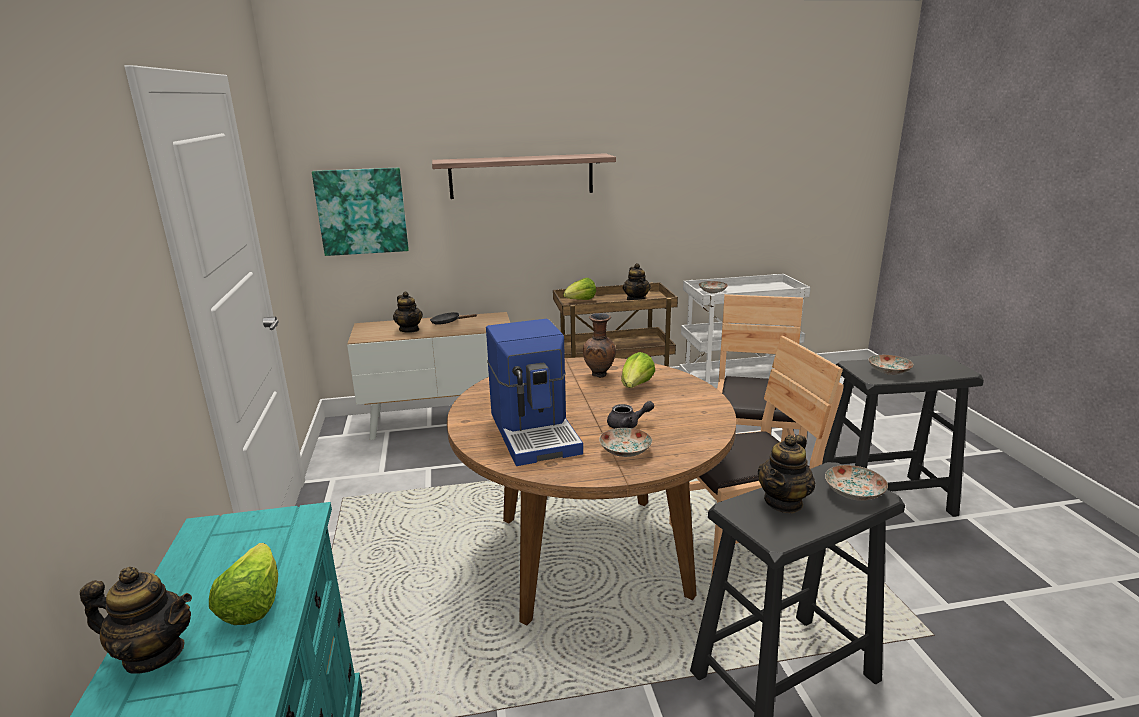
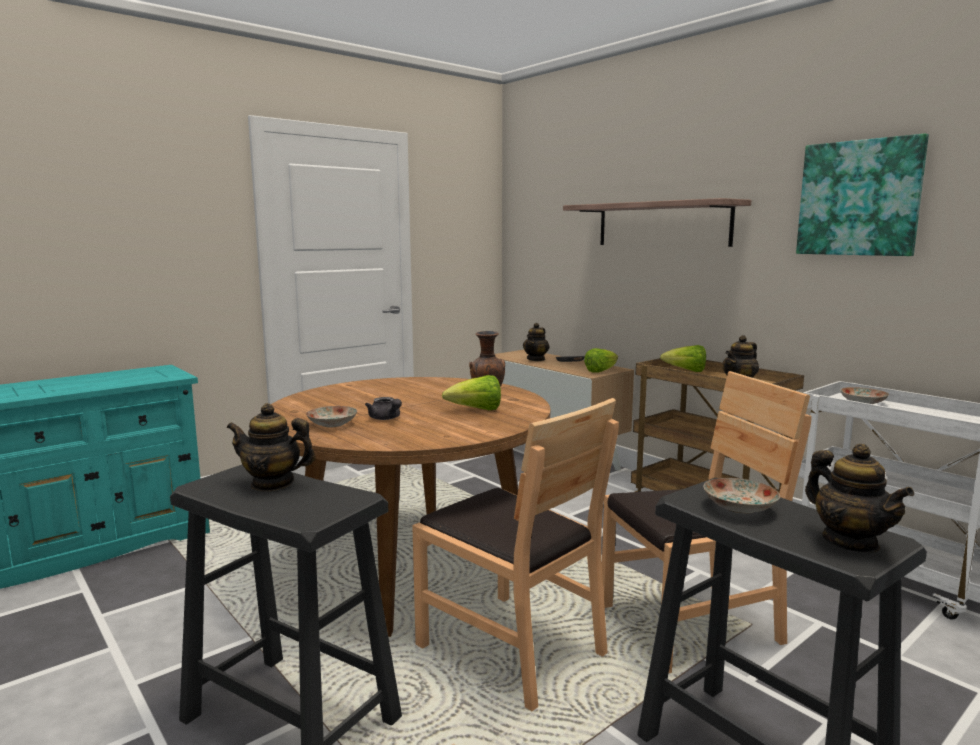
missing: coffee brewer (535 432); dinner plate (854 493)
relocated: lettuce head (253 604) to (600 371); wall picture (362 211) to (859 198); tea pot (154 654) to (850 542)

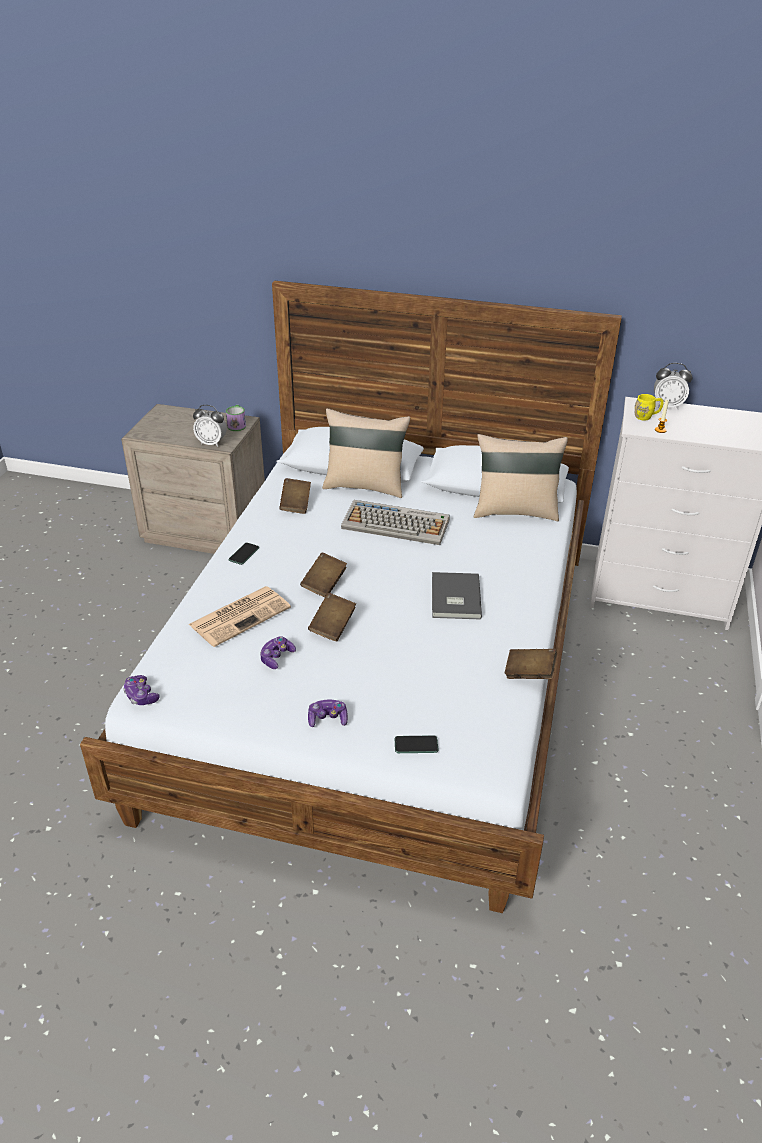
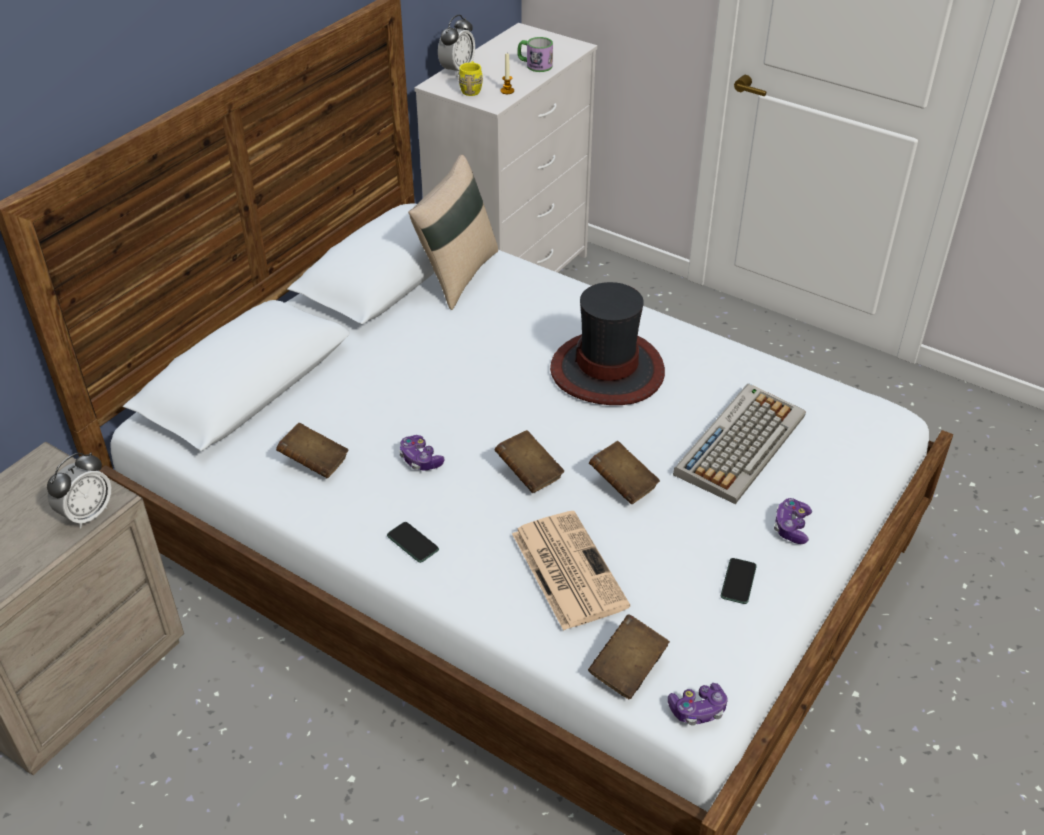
missing: sand-coloured pillow (365 486)
relocated: game controller (276 657) to (420 460); tea mug (237 425) to (534 65); brownish volume (529 673) to (628 668); keyboard (397 524) to (740 443); handset (416 745) to (738 581)
exchanged: gray volume (454 598) to hat (608 370)

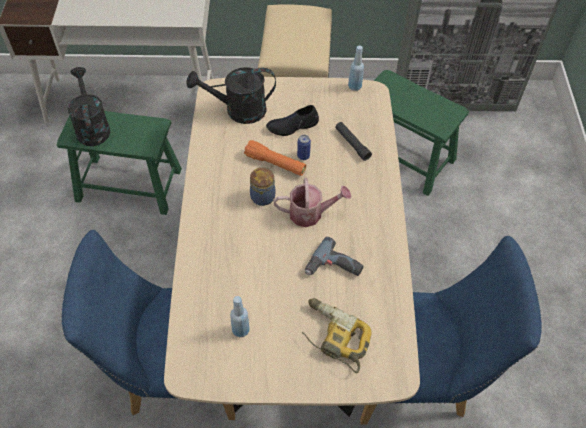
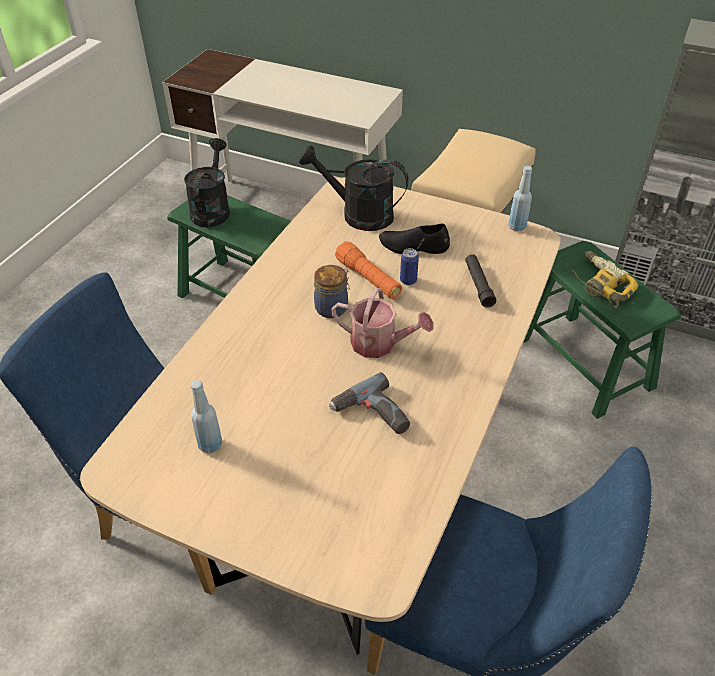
relocated: electric drill (333 337) to (599 285)

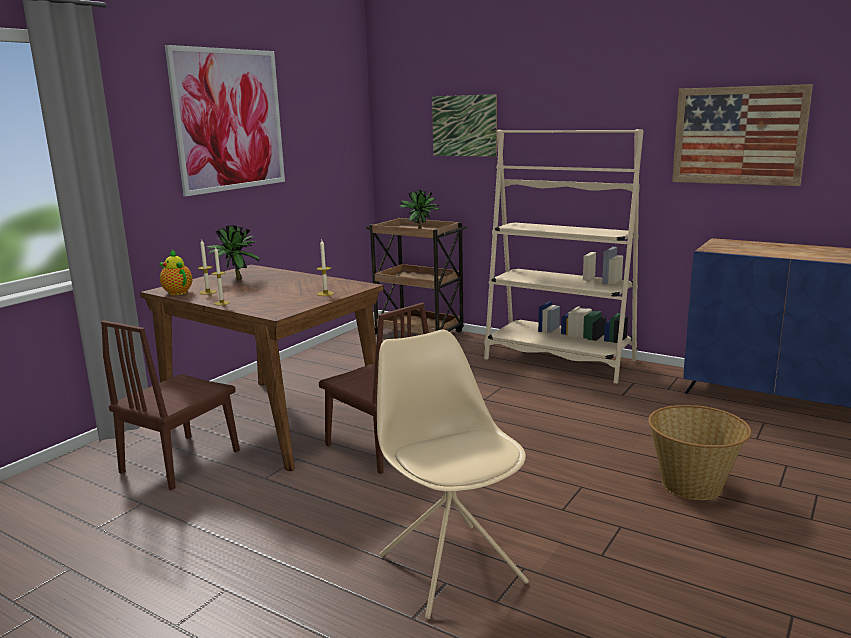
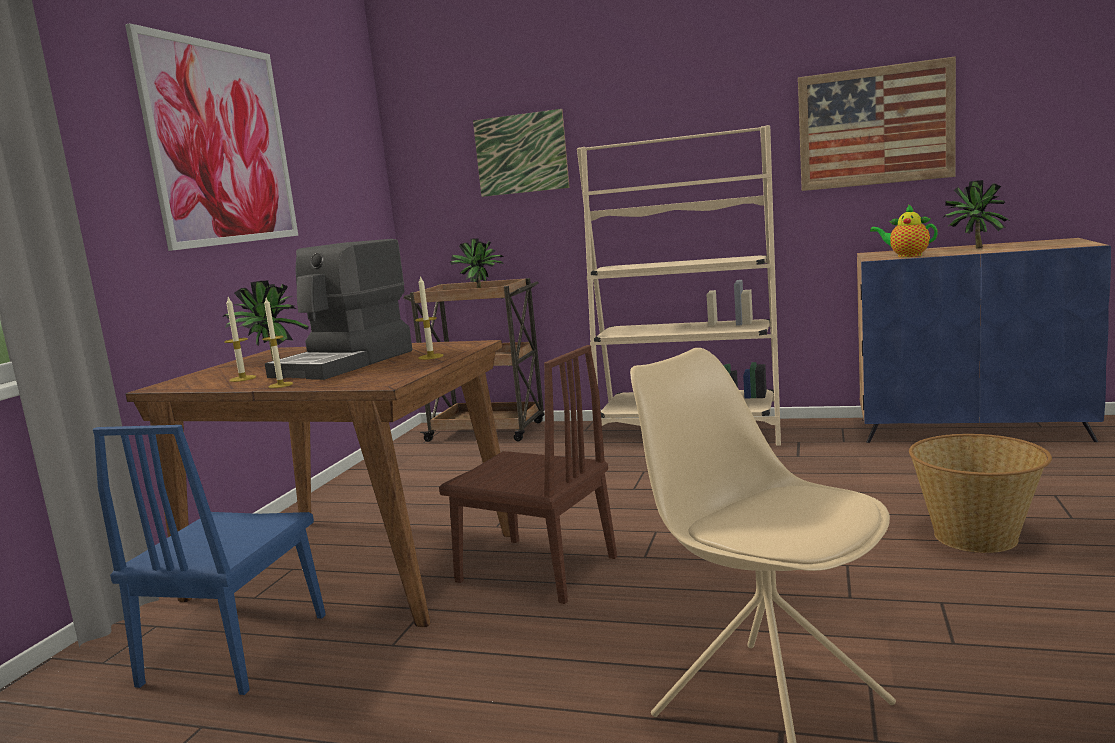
appeared: coffee brewer (346 363); plant in a pot (973 248)
relocated: tea pot (176 292) to (906 256)
colour: brownish upright chair (181 461) to bluish upright chair (236 648)

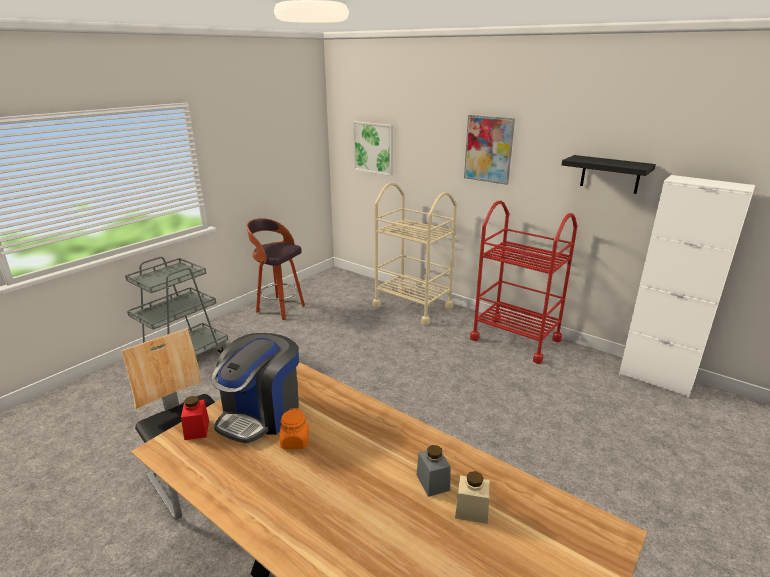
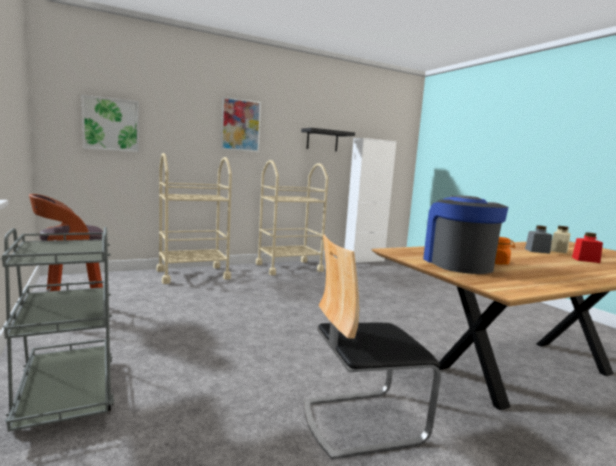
relocated: red preserve jar (197 430) to (585 260)
colour: red trolley (515 339) to sand-coloured trolley (289 267)
spun: coffee brewer (261 413) = (457 263) 150 degrees counterclockwise

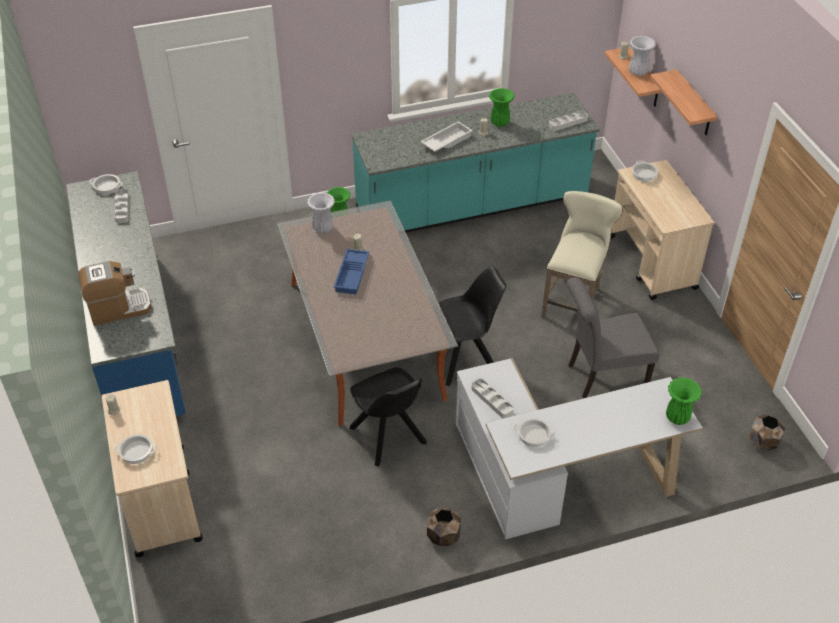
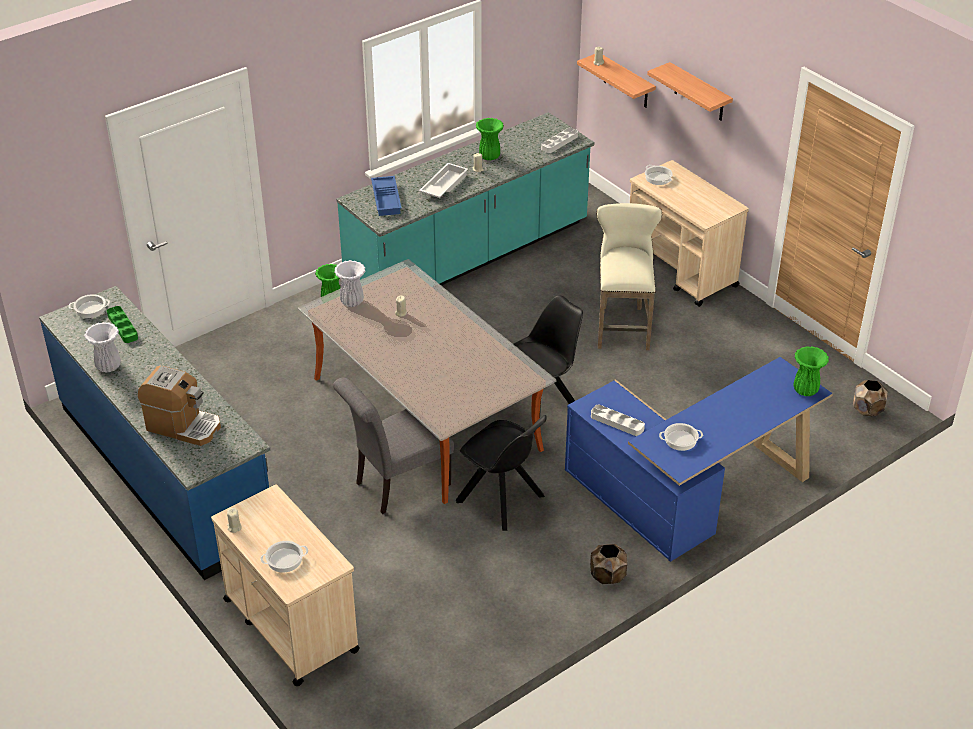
relocated: whitish vase (638 72) to (108 366); gray upright chair (602 376) to (397 485); bluish tray (352 275) to (387 199)
colour: gray tray (122 208) to green-coloured tray (122 327); whitish desk table (556 477) to bluish desk table (689 493)
spun: coffee brewer (119 308) = (183 426) 60 degrees clockwise

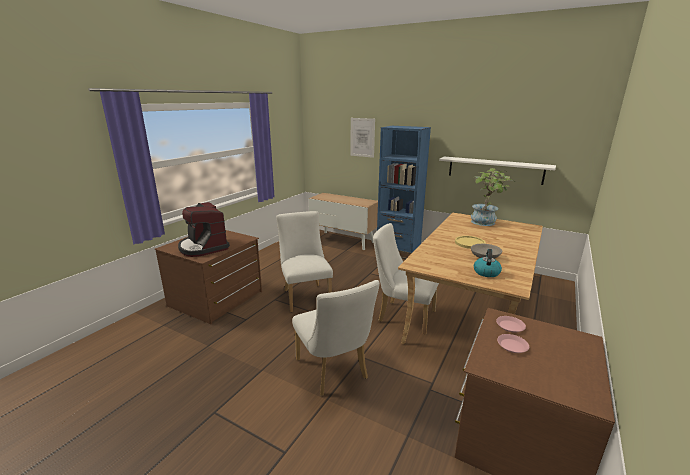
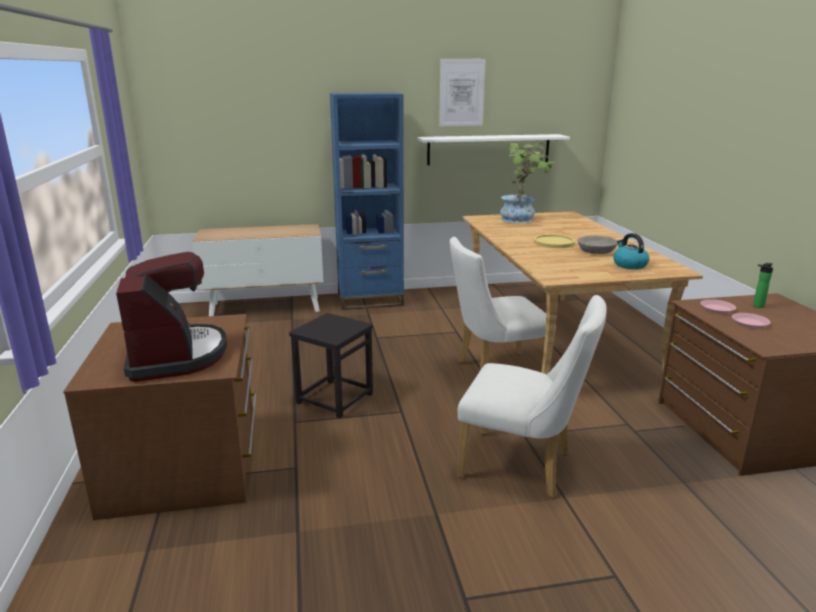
appeared: bottle (757 306)
relocated: wall picture (362 137) to (461 92)
exchanged: whitish upright chair (305 295) to blackish sitting stool (334 398)
spun: coffee brewer (203 247) = (176 356) 120 degrees counterclockwise

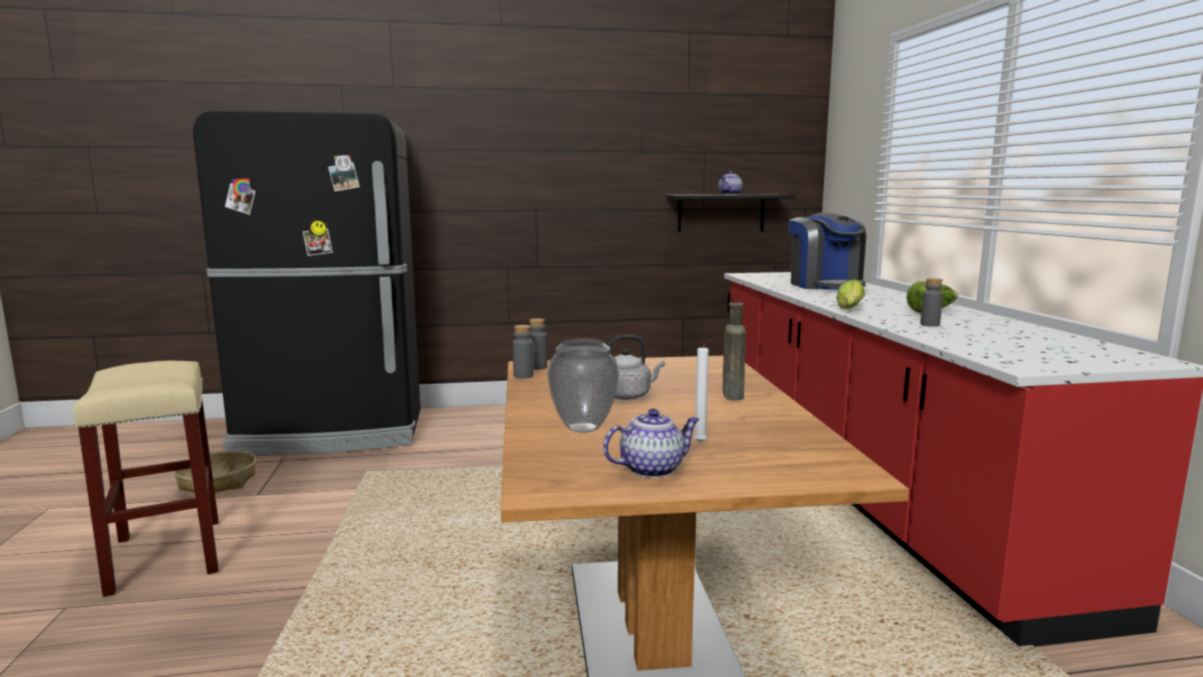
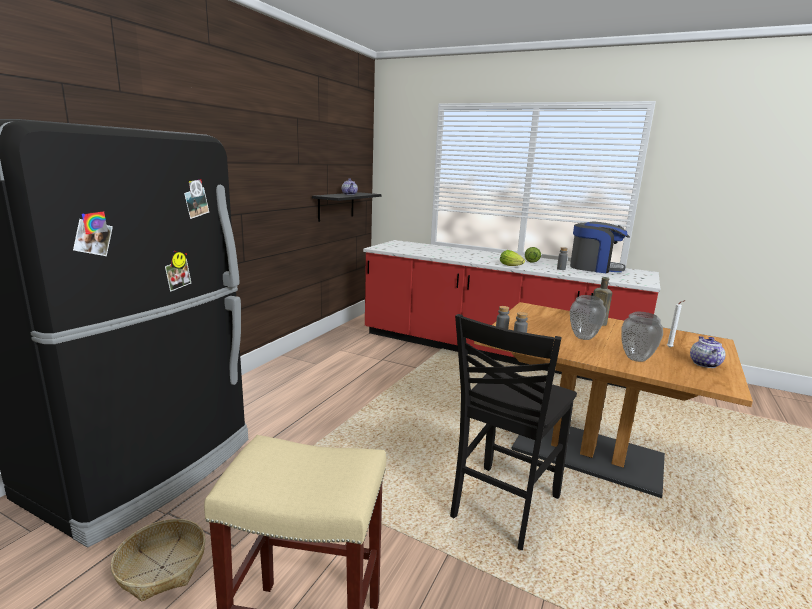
appeared: blackish upright chair (502 507)
relocated: coffee brewer (825 285) to (595 268)
exchanged: gray water kettle (628 396) to vase (583 337)

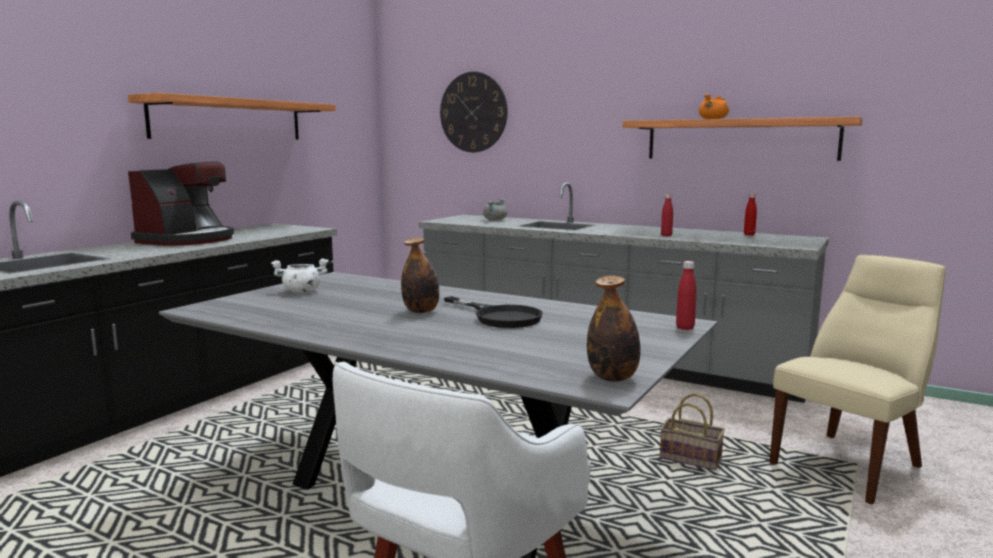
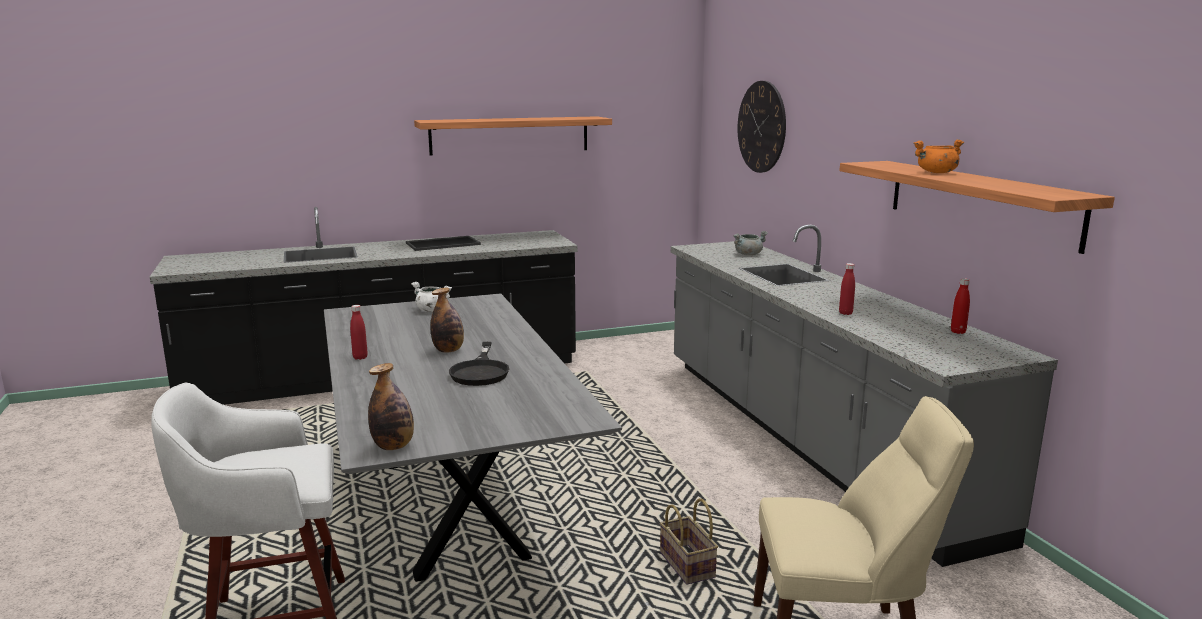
relocated: red bottle (685 328) to (360 357)
exchanged: coffee brewer (187 240) to tray (443 243)

